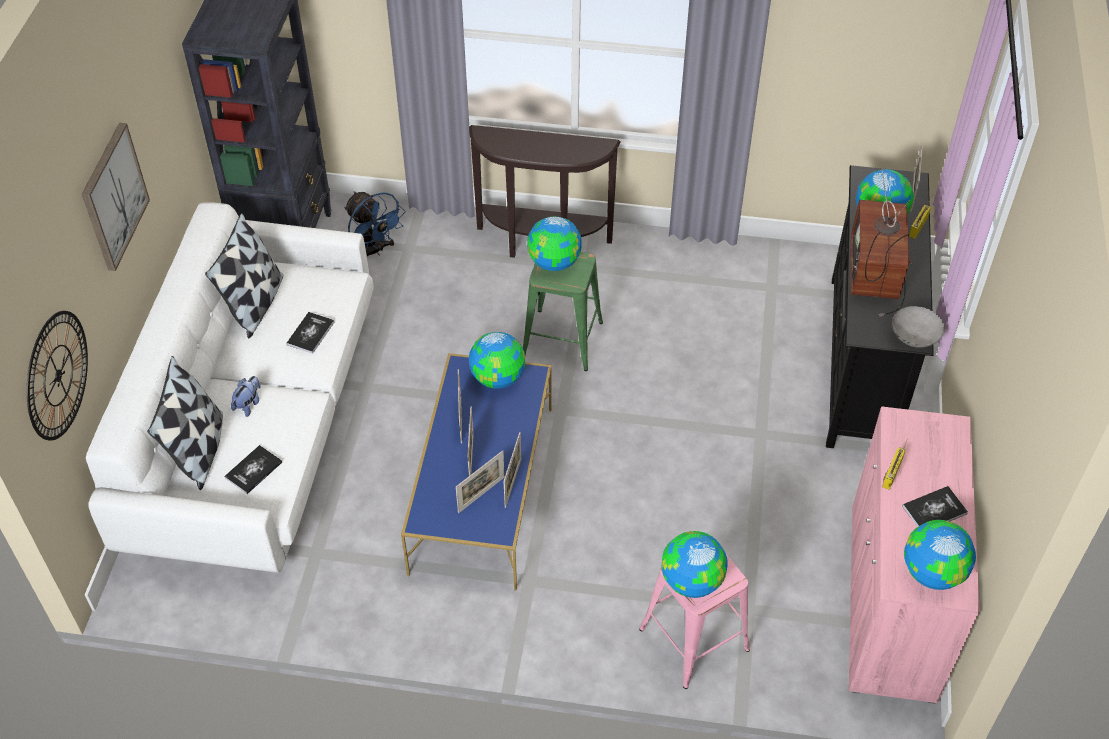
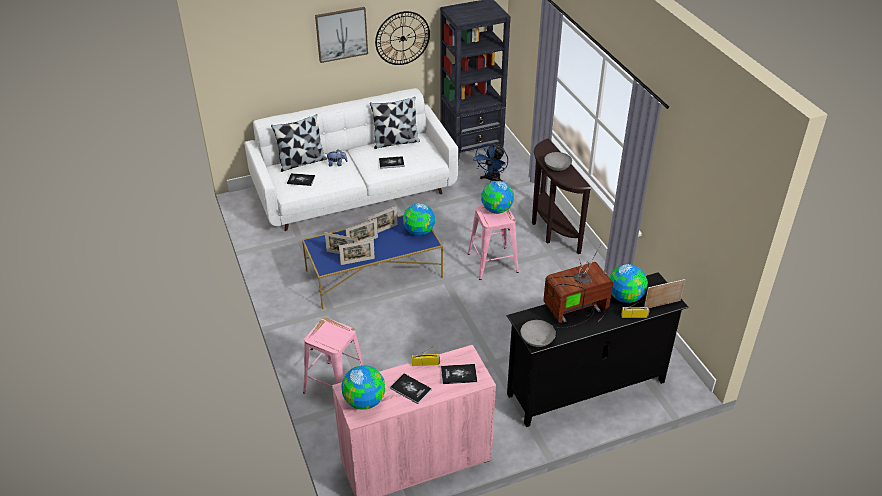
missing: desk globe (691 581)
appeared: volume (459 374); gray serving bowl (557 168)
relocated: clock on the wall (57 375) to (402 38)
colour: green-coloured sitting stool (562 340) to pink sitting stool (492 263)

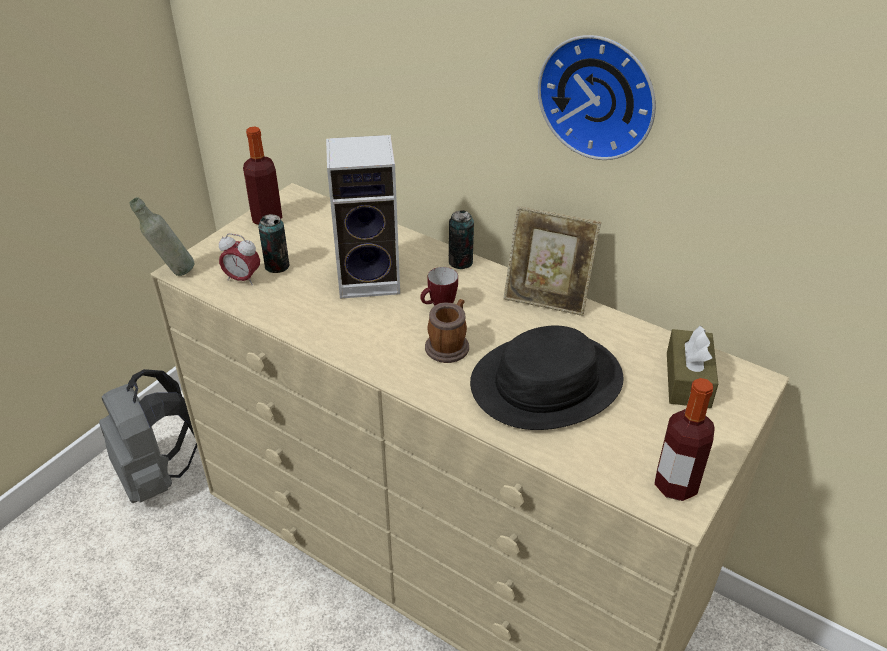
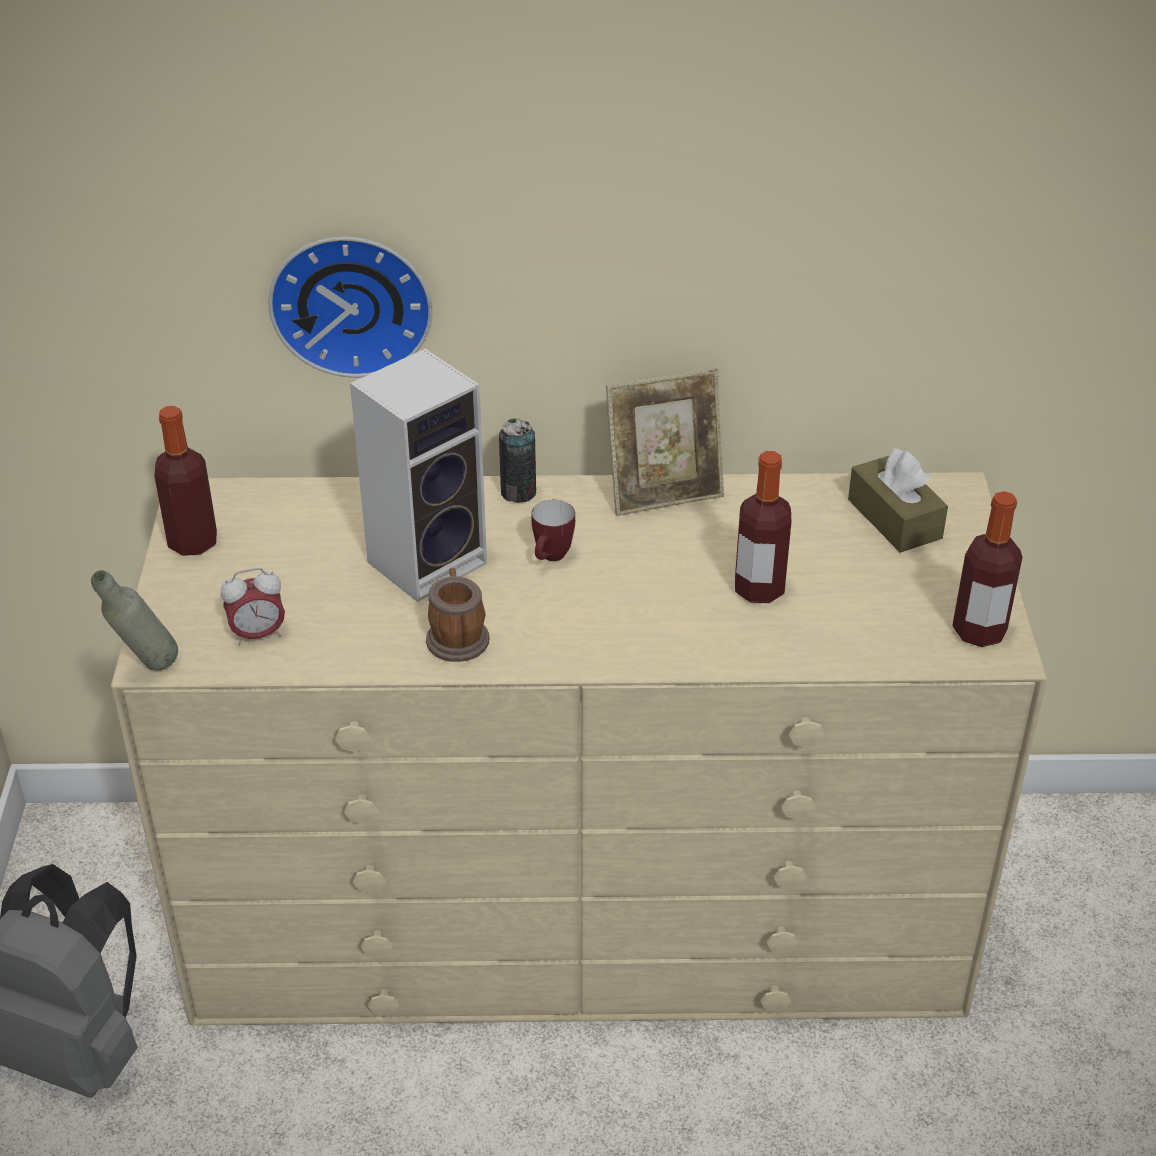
missing: sealed can (277 266)
relocated: clock on the wall (599 95) to (351 301); tea mug (449 345) to (457 636)
exchanged: blackish hat (546 383) to bottle (759 589)

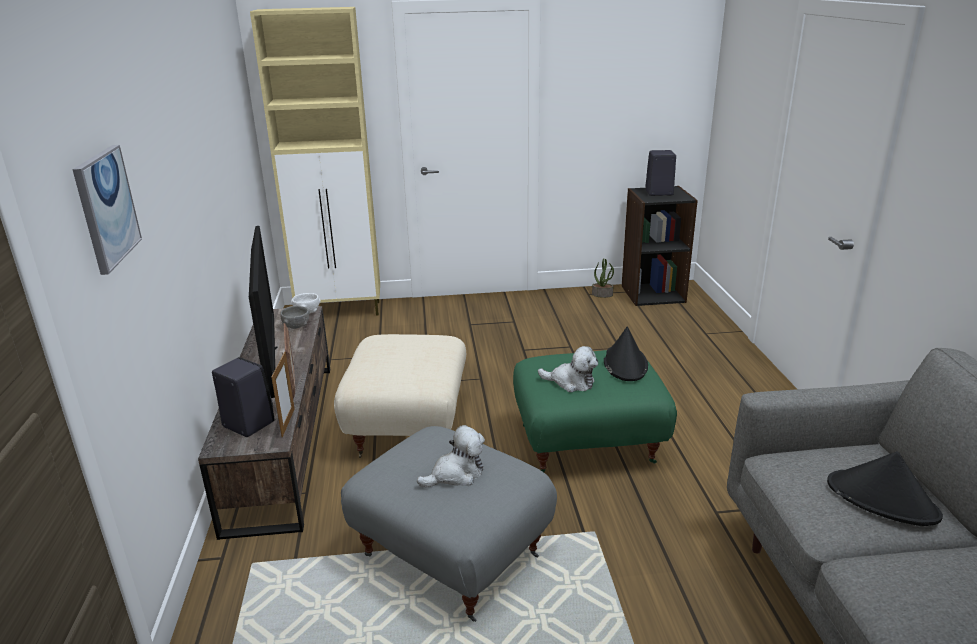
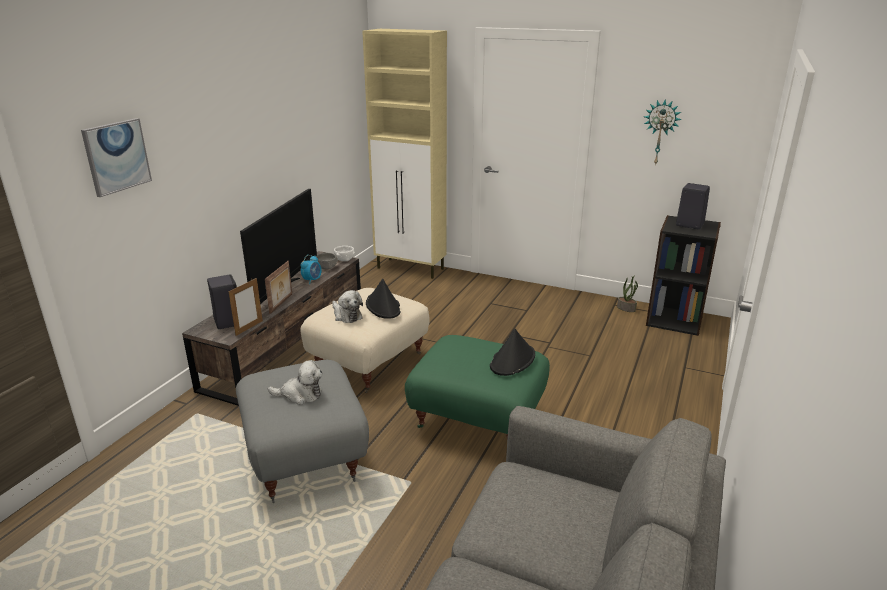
appeared: table clock (312 280); clock on the wall (660 132)
relocated: plush toy (571 382) to (346 315); blackish hat (882 499) to (383 306)

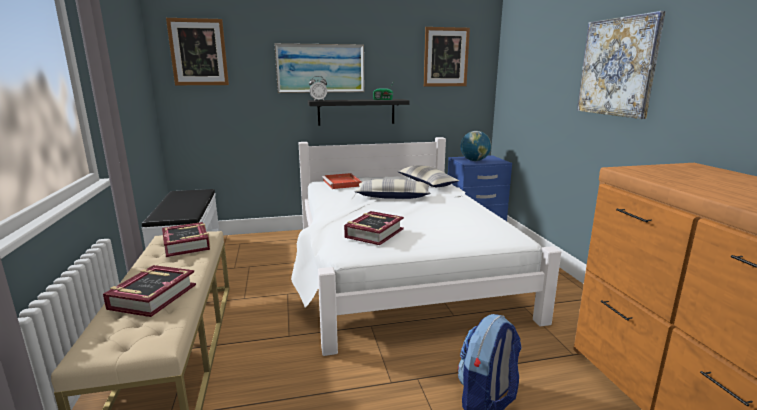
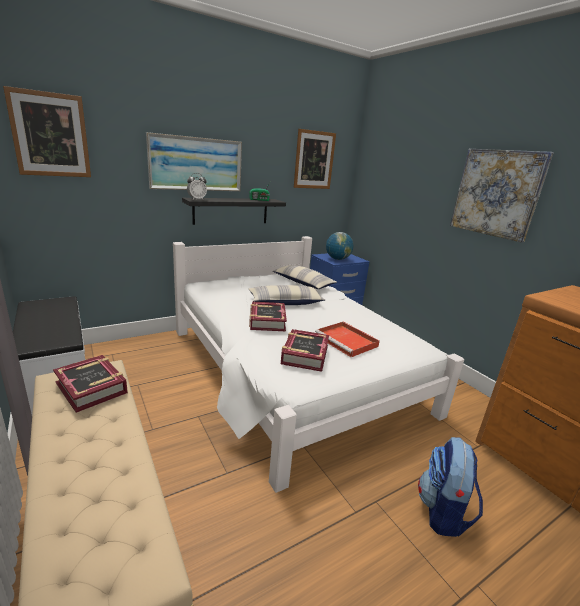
relocated: volume (152 297) to (267 321); red tray (342 183) to (347 341)

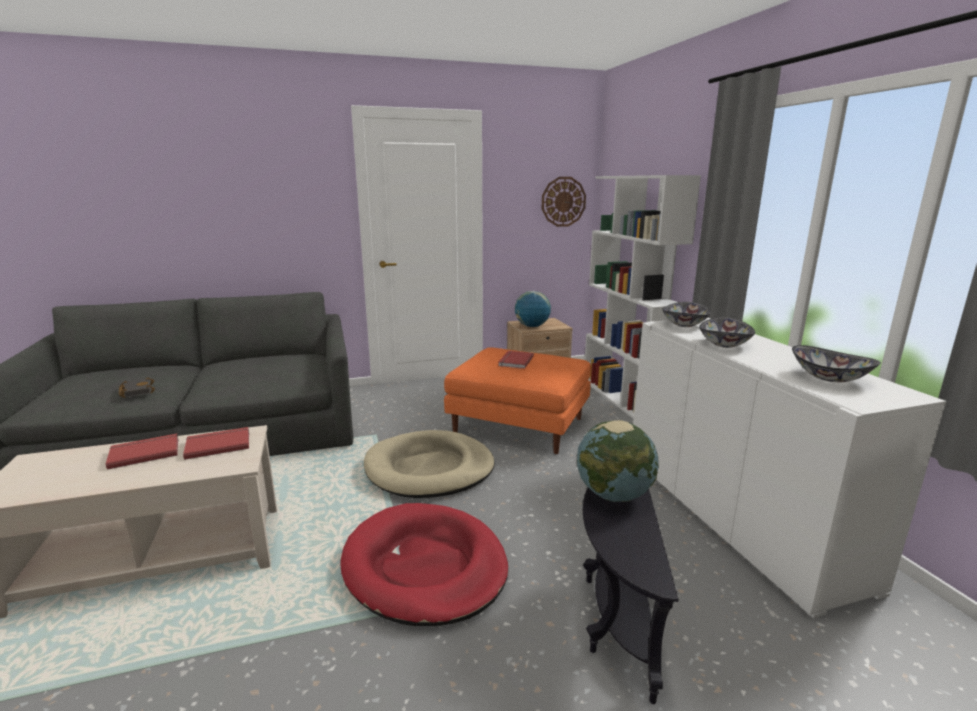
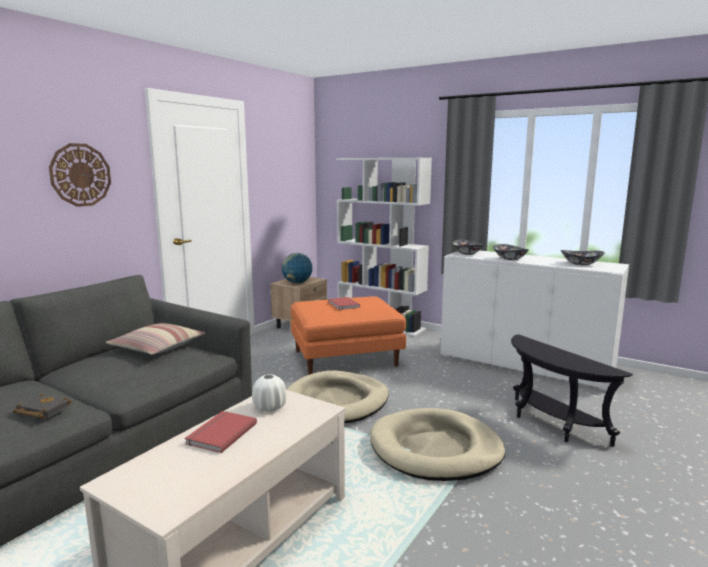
missing: desk globe (614 495)
appeared: pillow (157 347)
relocated: clock on the wall (563 201) to (80 175)
exchanged: red volume (218 444) to whitish vase (269 407)
colour: red dog bed (425 567) to sand-coloured dog bed (435 449)

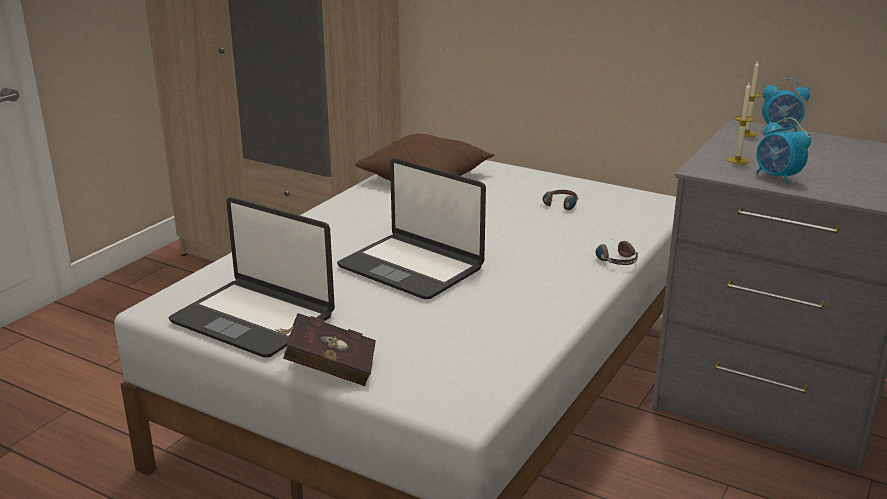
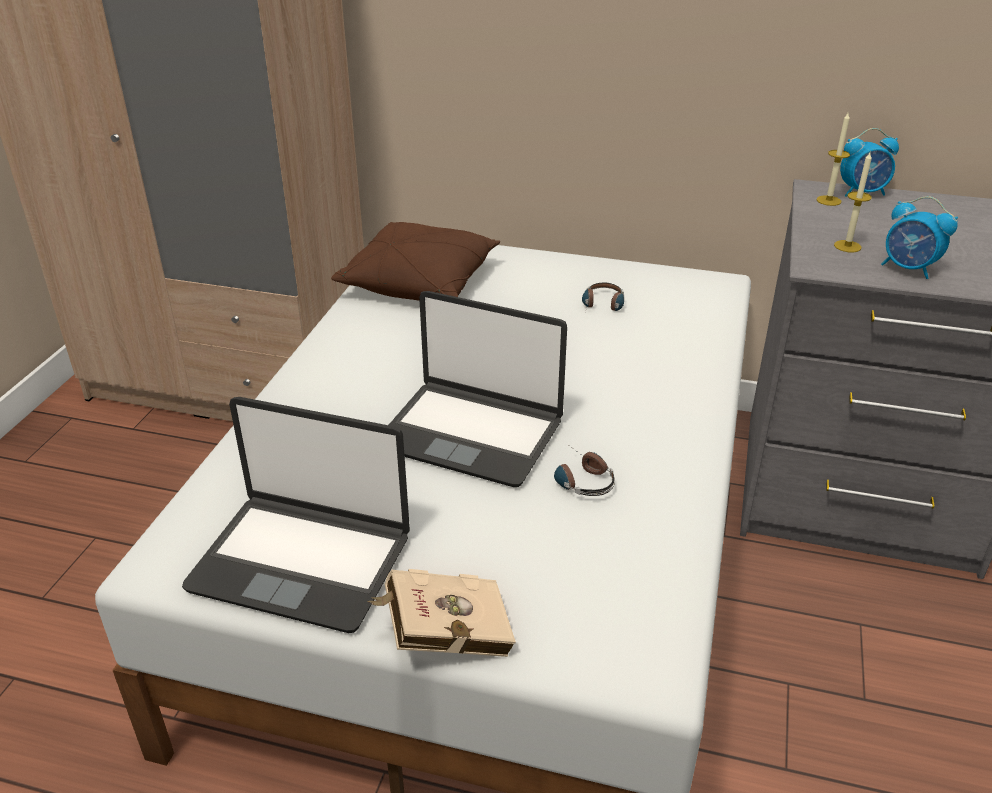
relocated: pair of headphones (614 258) to (579 479)
colour: red volume (327 369) to sand-coloured volume (443 635)

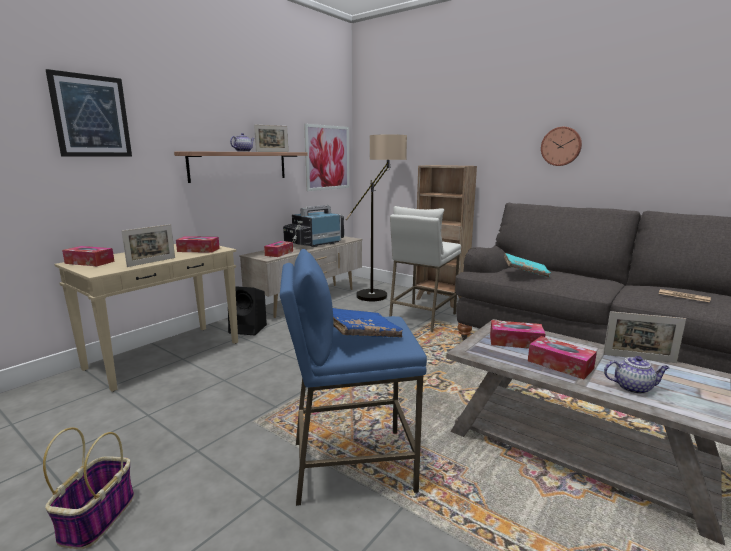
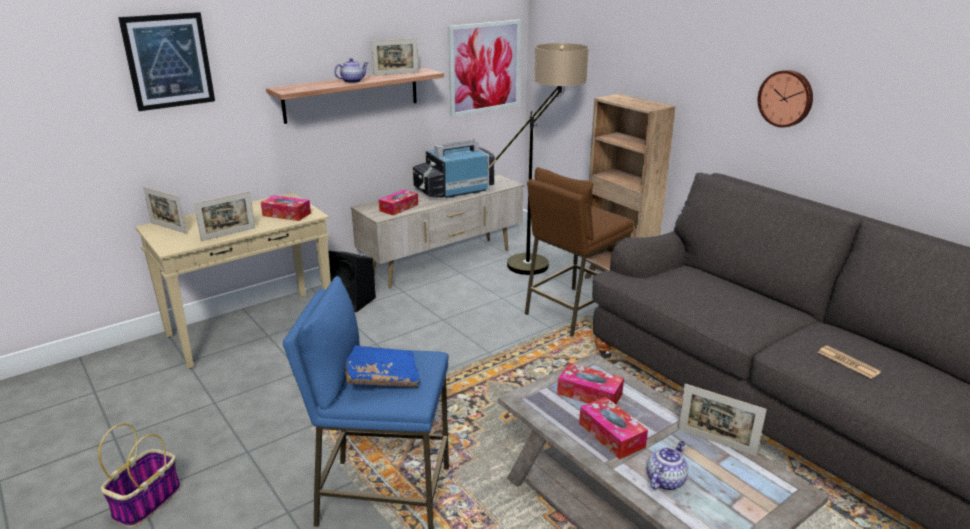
missing: turquoise-coloured volume (525 273)
exchanged: box of tissues (89 262) to photo frame (168 228)
colour: whitish sitting stool (422 318) to brownish sitting stool (573 312)
spun: tea pot (633 387) = (665 480) 75 degrees counterclockwise

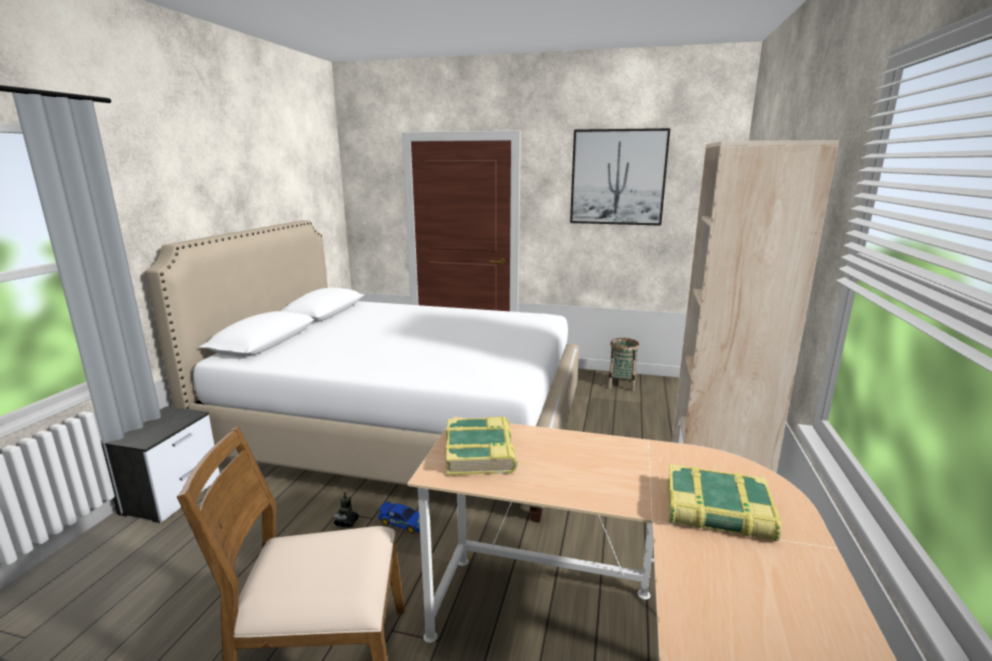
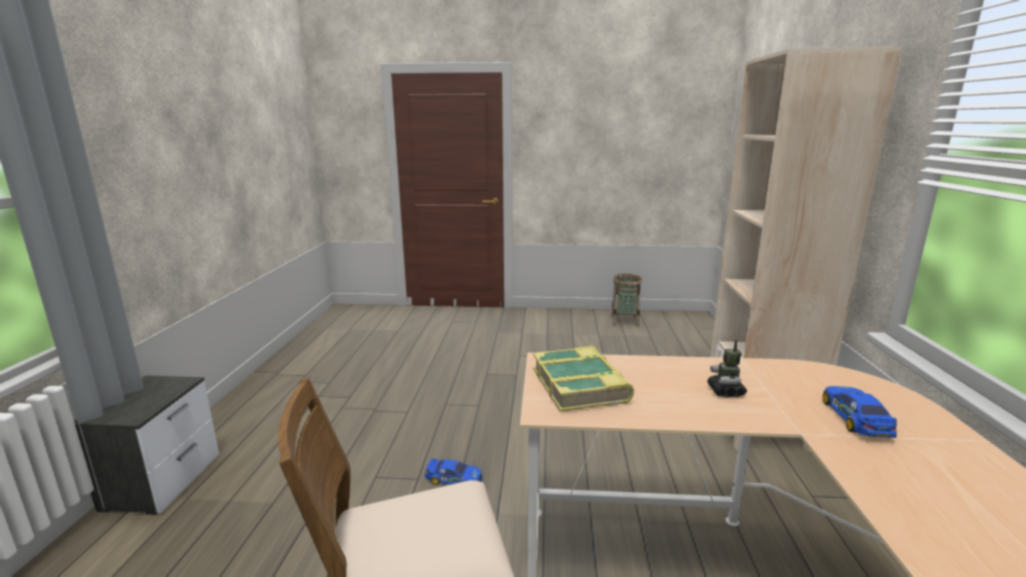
missing: whitish bed (405 428); wall picture (618 177)
relocated: model robot (346 522) to (725 391)
exchanged: volume (717 511) to miniature car (856 418)

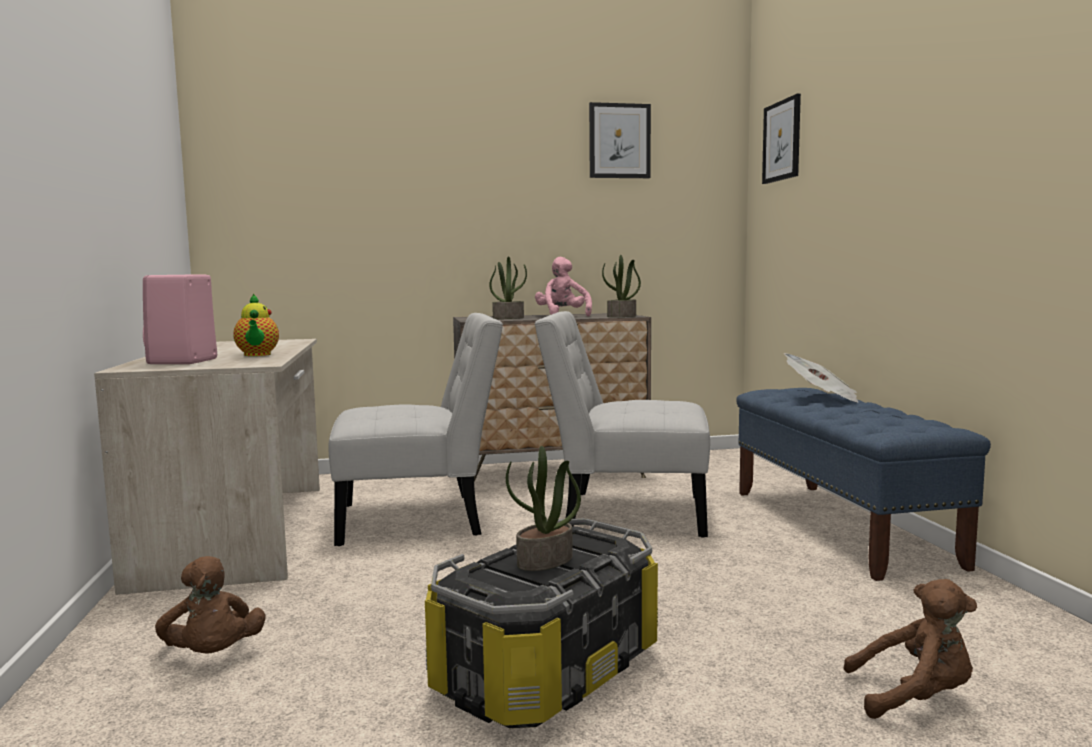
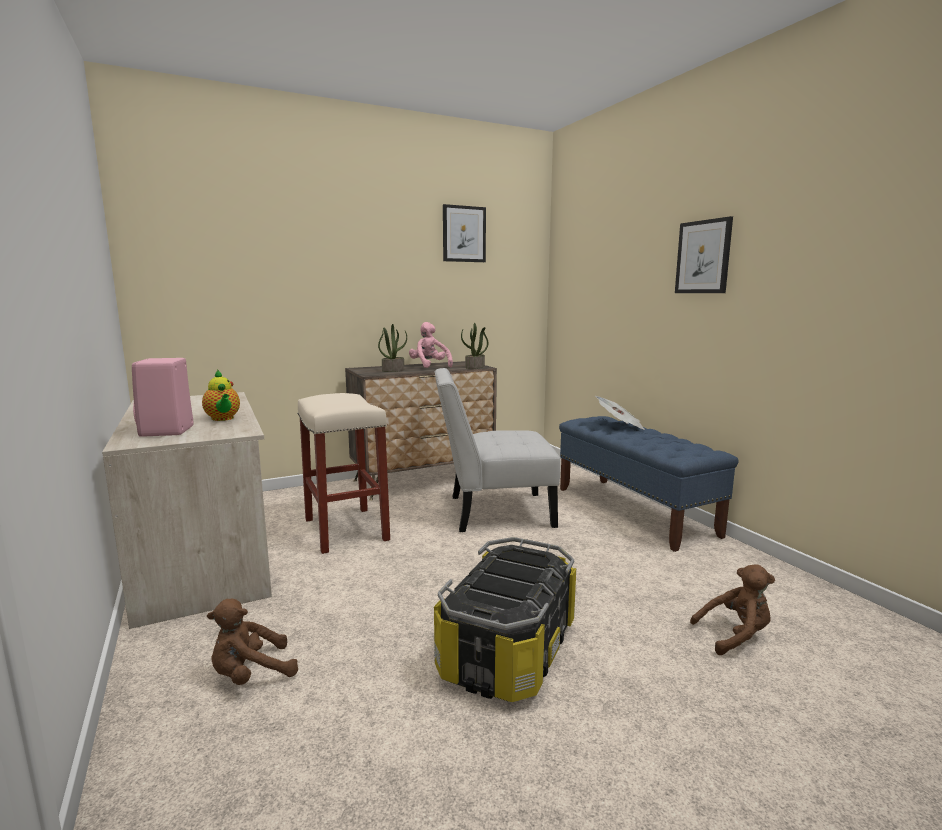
missing: plant in a pot (545 561)
relocated: wall picture (782 141) to (703 257)
exchanged: whitish upright chair (420 519) to sand-coloured sitting stool (347 530)
spun: brownish plush toy (213 656) = (251 674) 105 degrees clockwise

